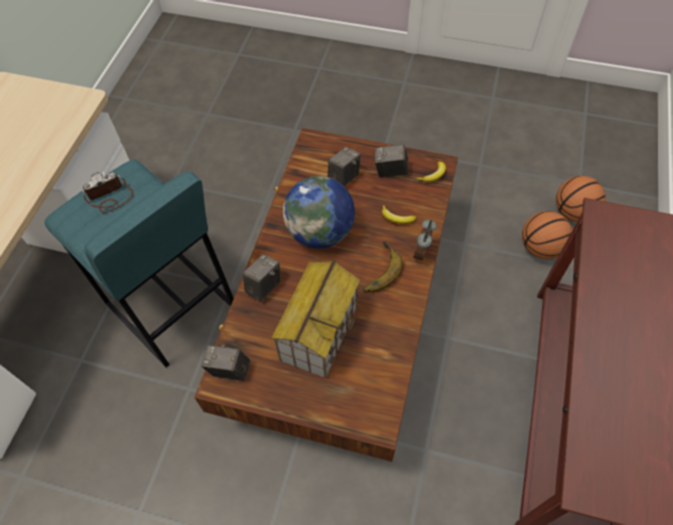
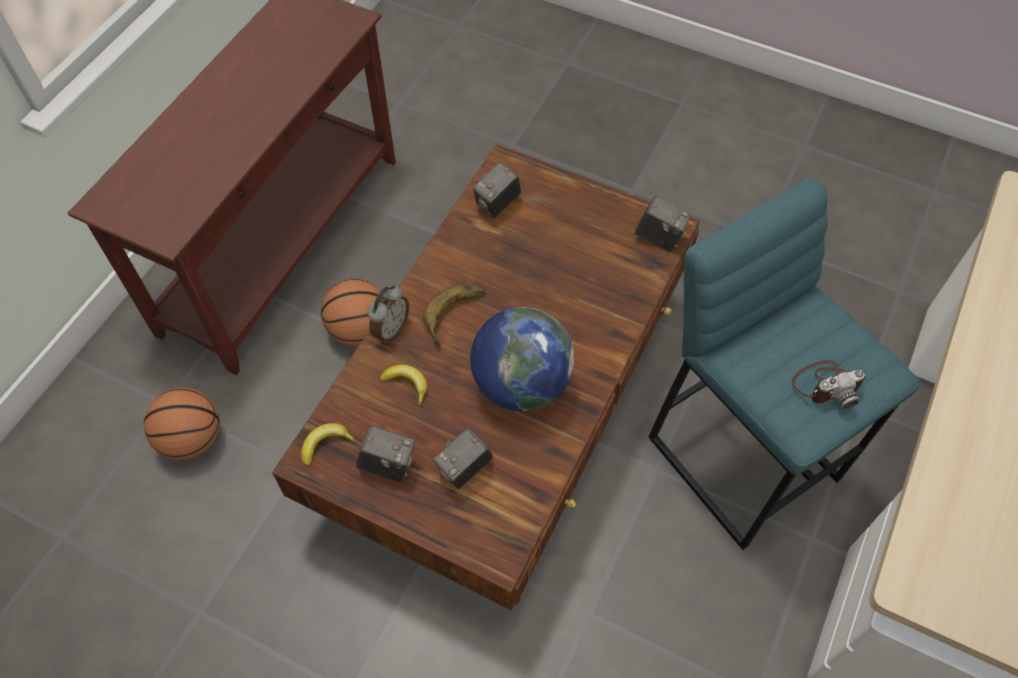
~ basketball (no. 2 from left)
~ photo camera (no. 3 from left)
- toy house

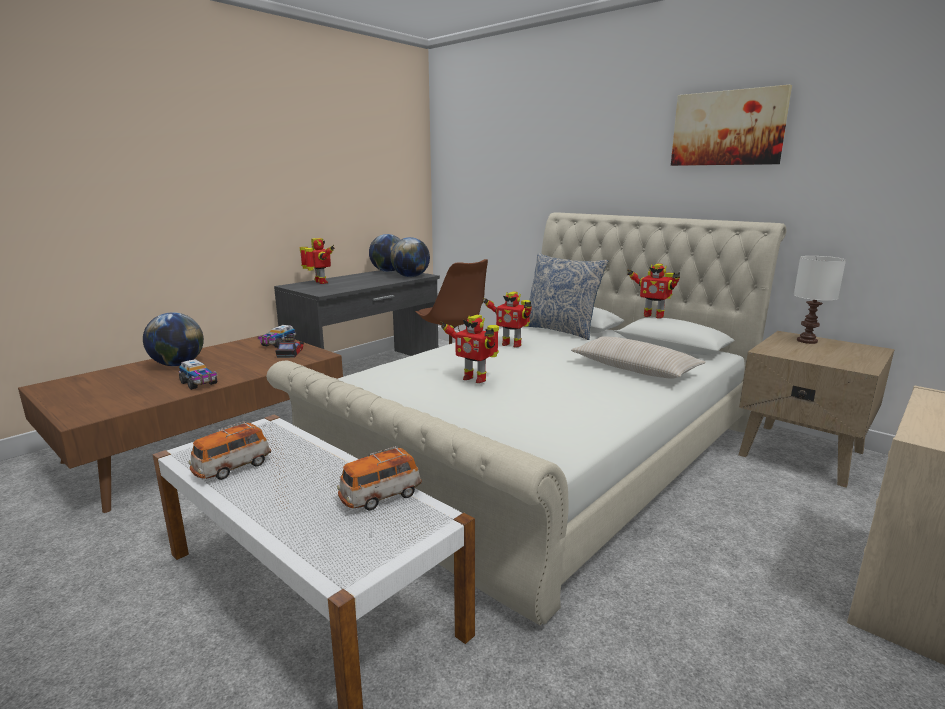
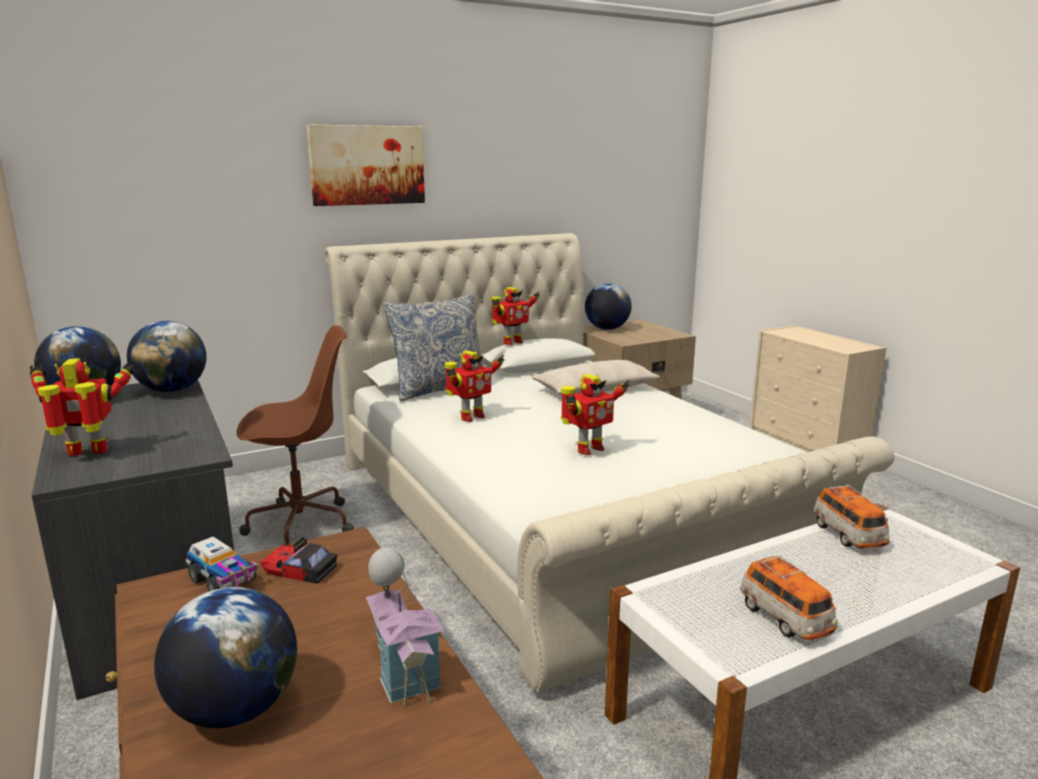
~ picture
~ white table lamp to globe (no. 4 from left)
~ toy truck (no. 1 from left) to toy house

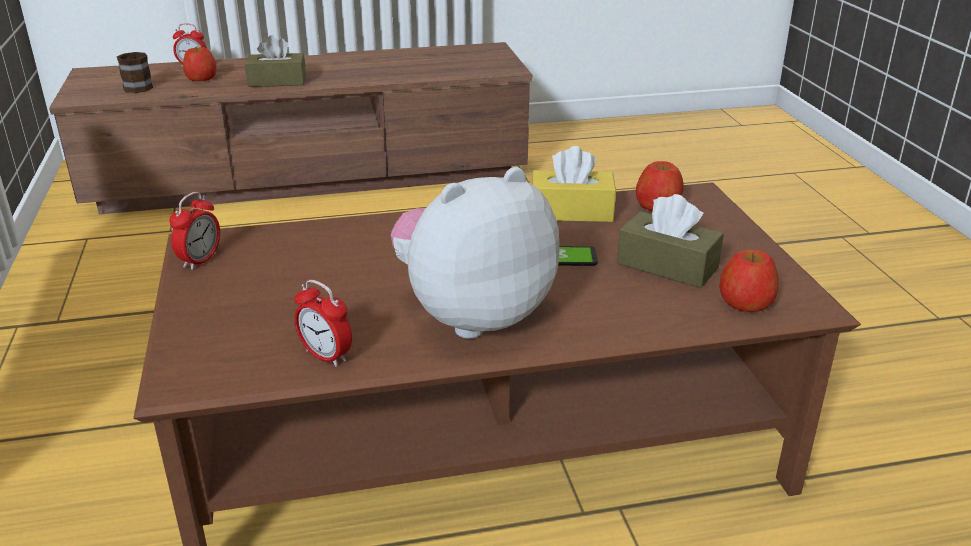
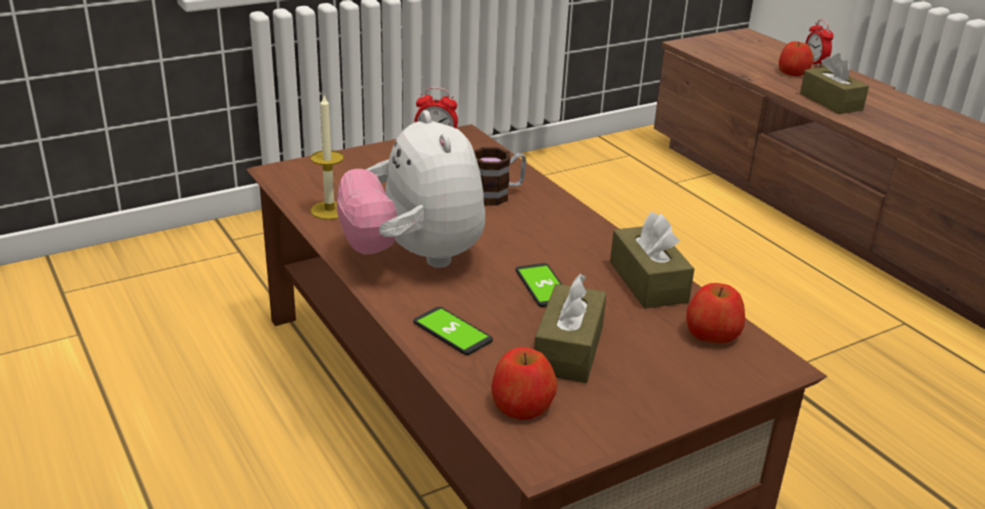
~ mug
~ yellow tissue box to brown tissue box (no. 2 from left)
~ plush toy 150 degrees counterclockwise
~ alarm clock (no. 3 from left) to candle
+ phone (no. 1 from left)

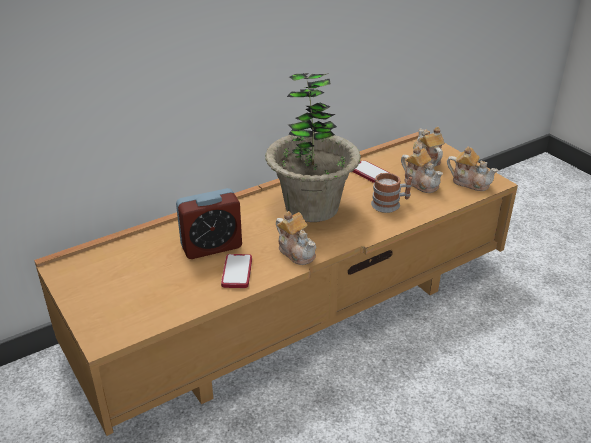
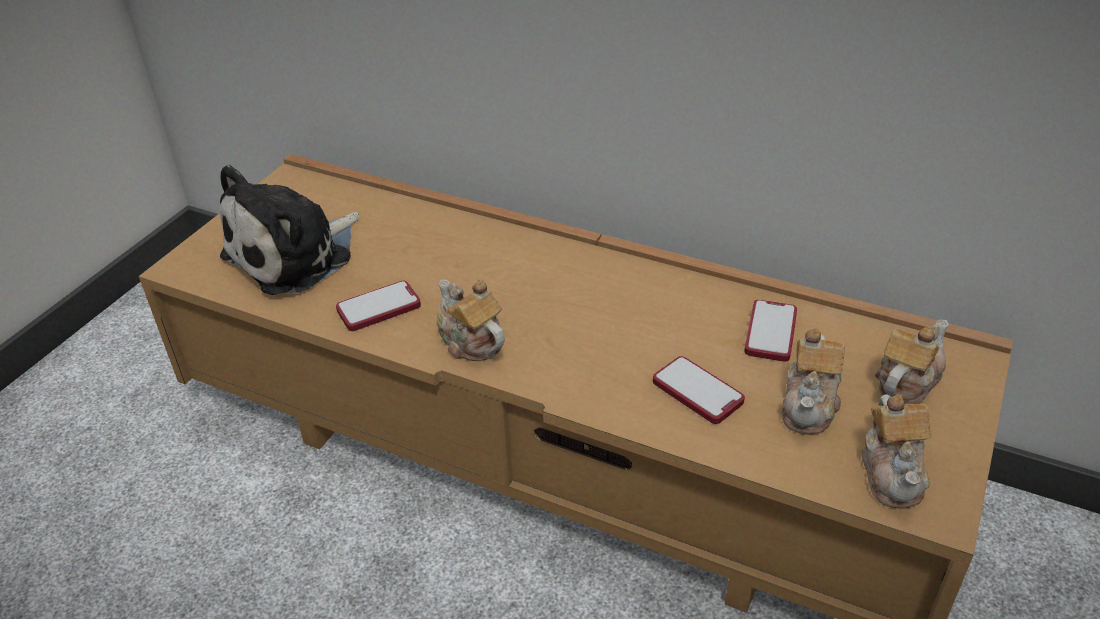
- potted plant
~ mug to phone (no. 2 from left)
- alarm clock
~ teapot (no. 1 from left) 120 degrees clockwise
+ plush toy

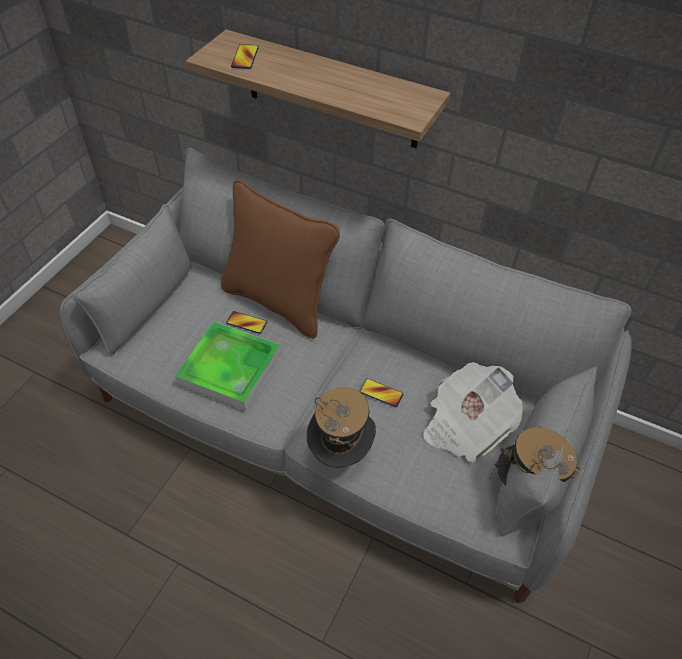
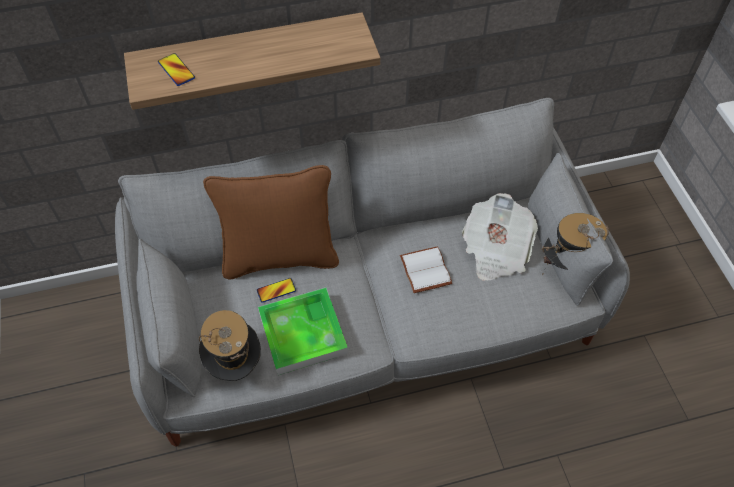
~ phone (no. 3 from left) to white book
~ hat (no. 1 from left)

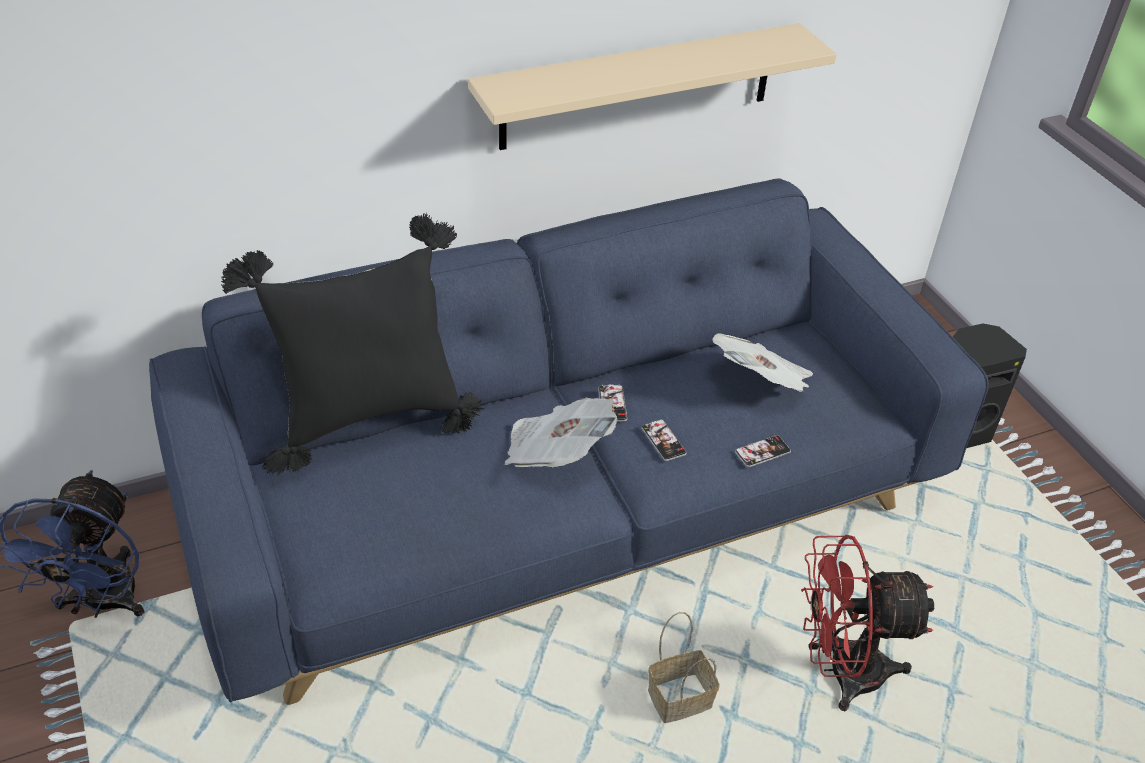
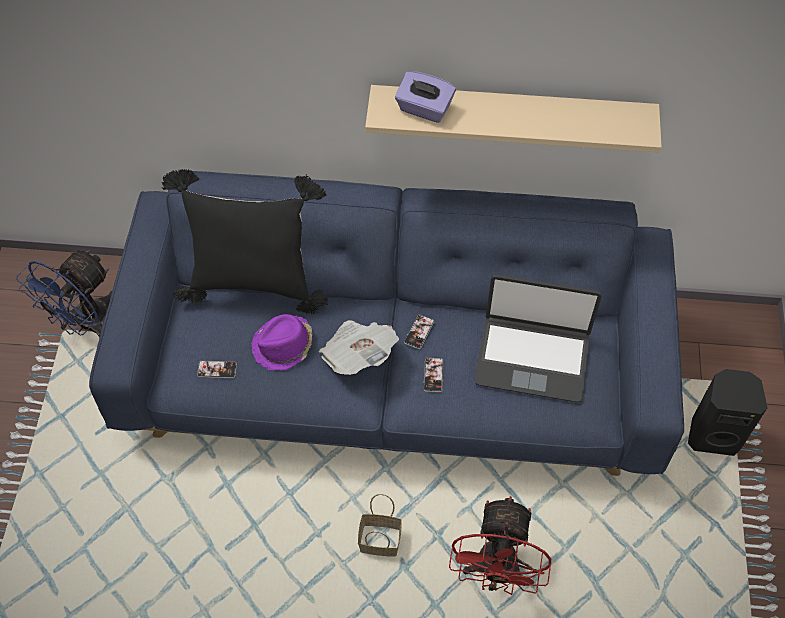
~ newspaper (no. 2 from left) to laptop
~ phone (no. 3 from left in the first image) to phone (no. 1 from left)
~ red fan 105 degrees counterclockwise
+ purple tissue box
+ purple hat

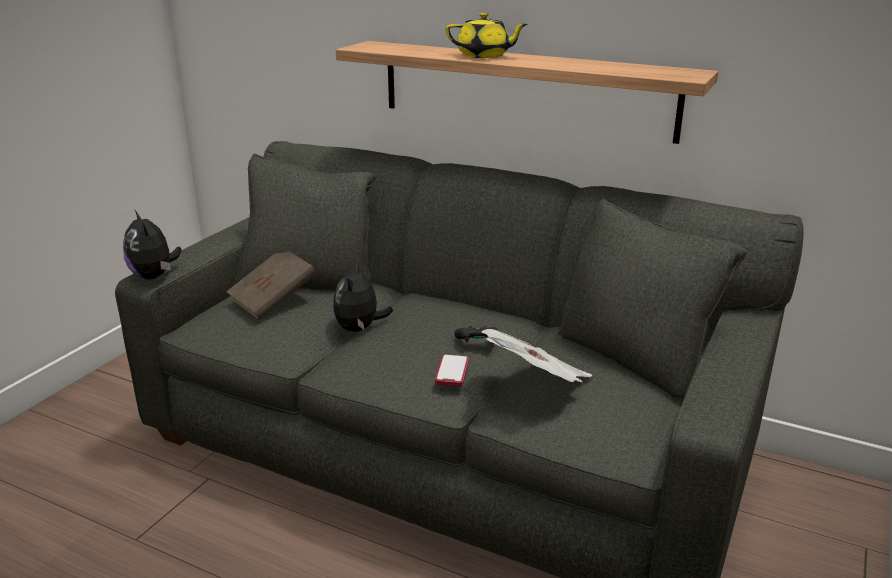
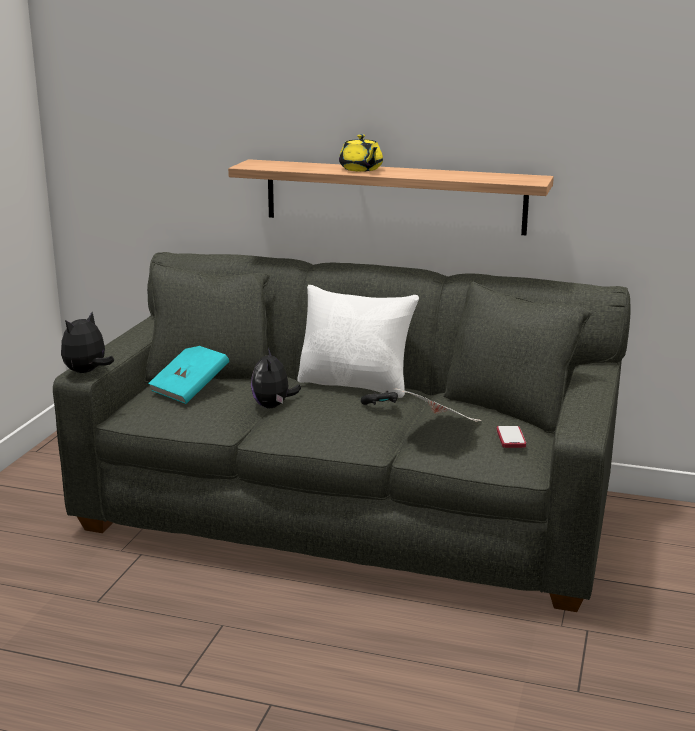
~ yellow teapot 60 degrees clockwise
~ plush toy (no. 1 from left) 75 degrees clockwise
~ brown book to turquoise book
~ phone
+ white pillow

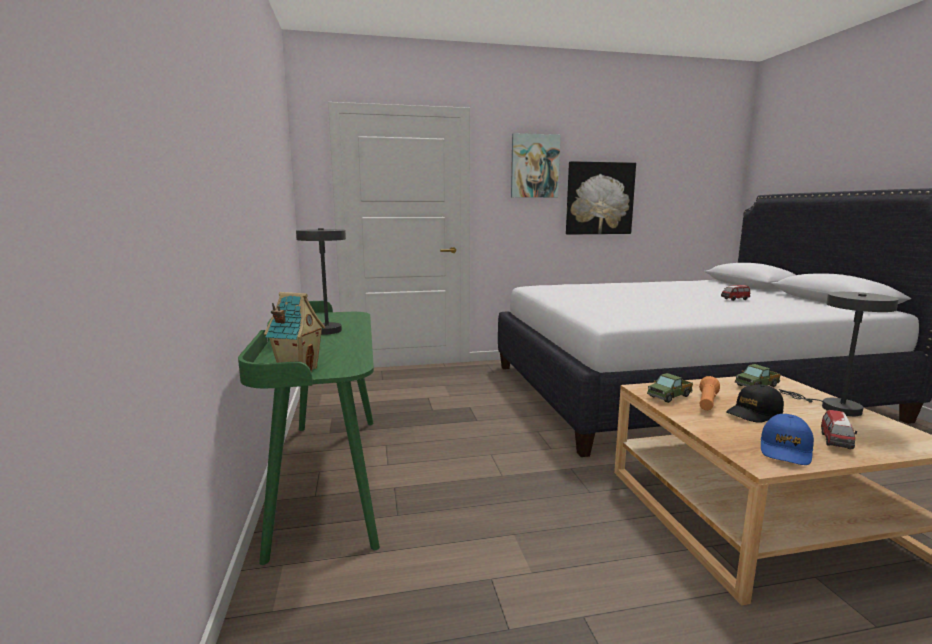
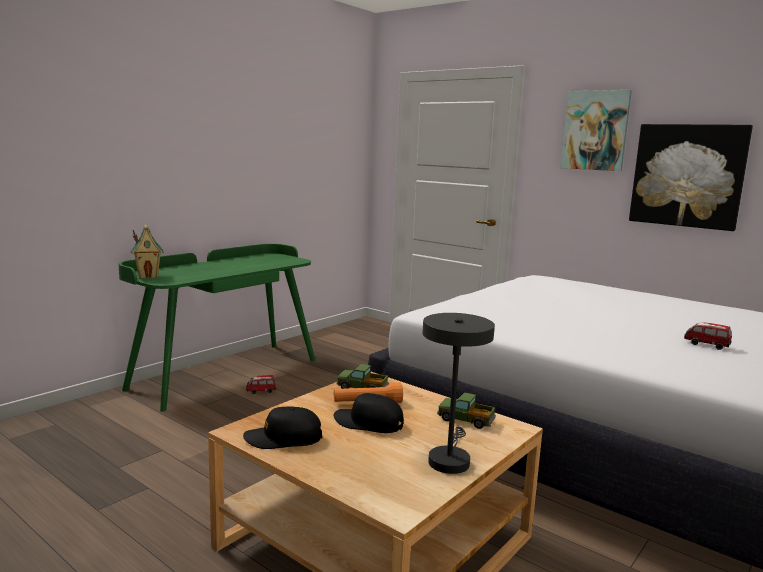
- grey table lamp (no. 1 from left)
~ toy car (no. 2 from left in the first image) to toy car (no. 1 from left)
~ blue cap to black cap (no. 1 from left)

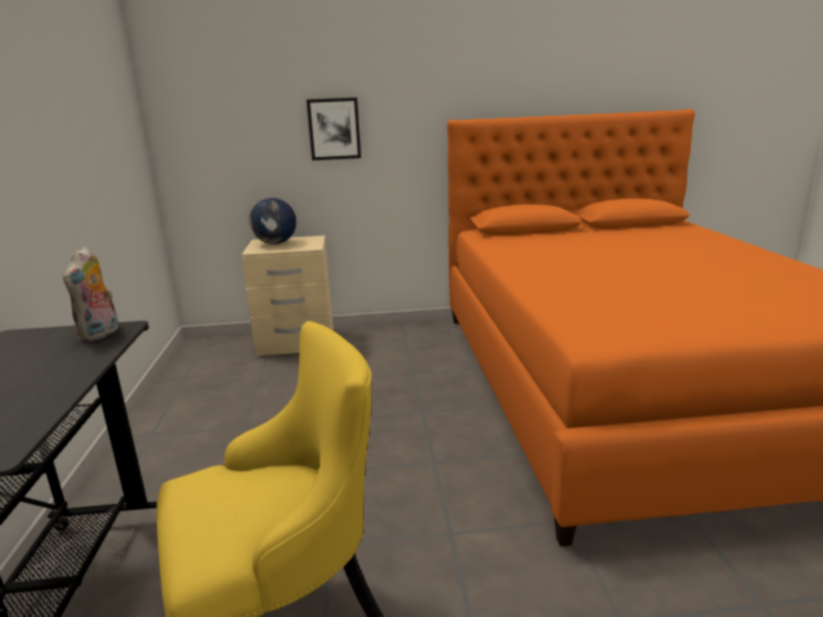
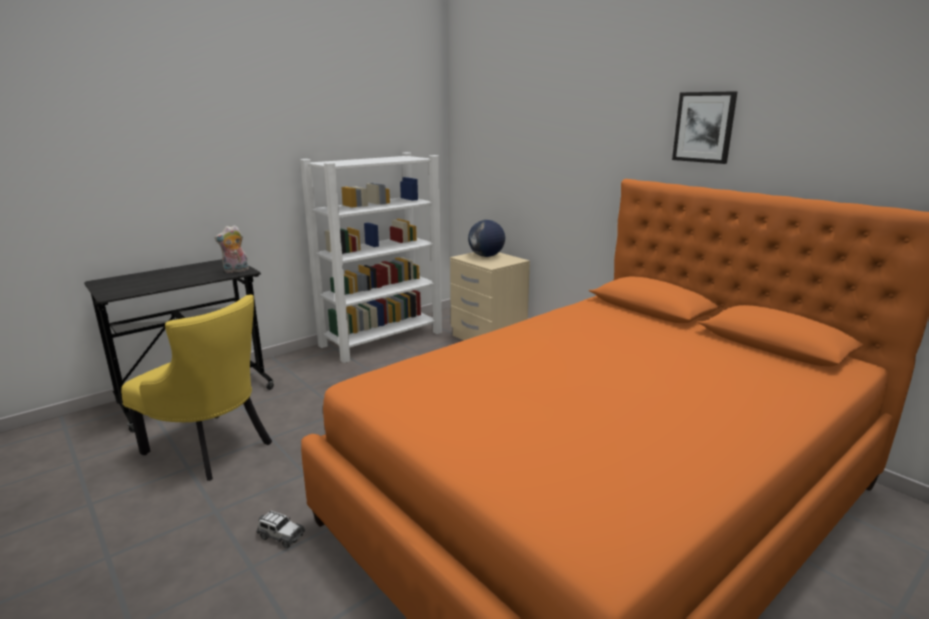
~ picture
+ white bookcase
+ toy car

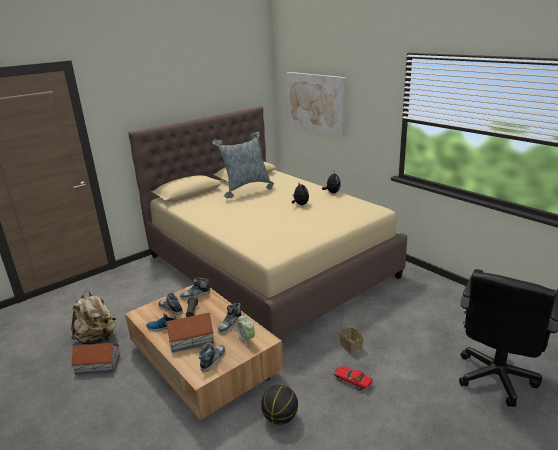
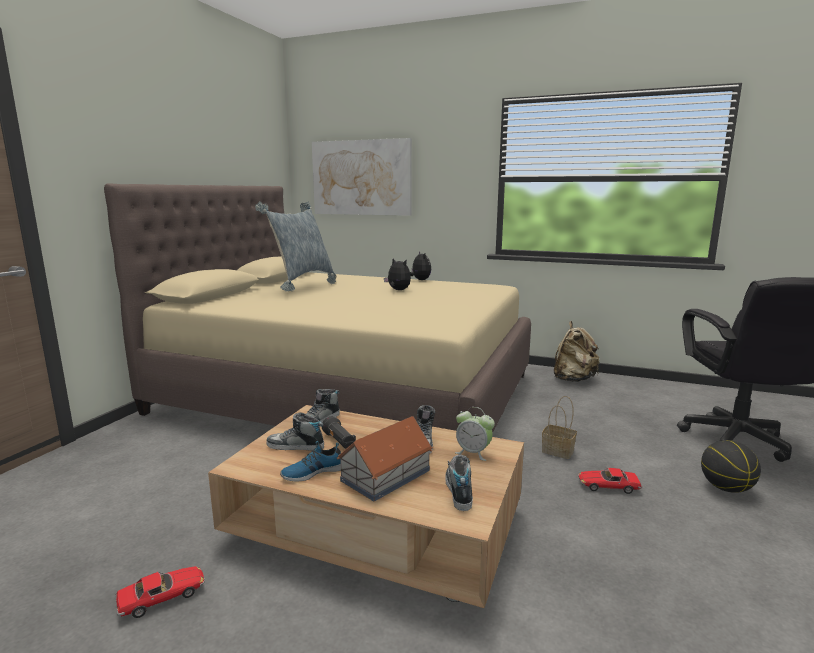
~ beige backpack
~ toy house (no. 1 from left) to toy car (no. 1 from left)
~ basketball

